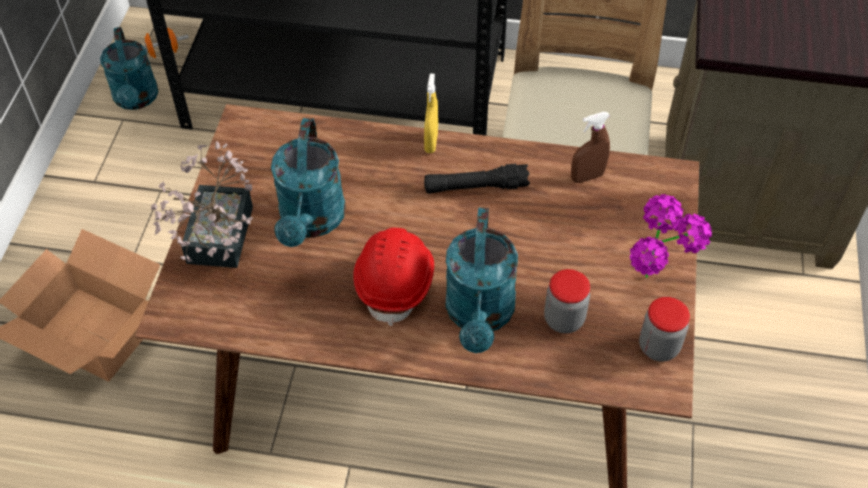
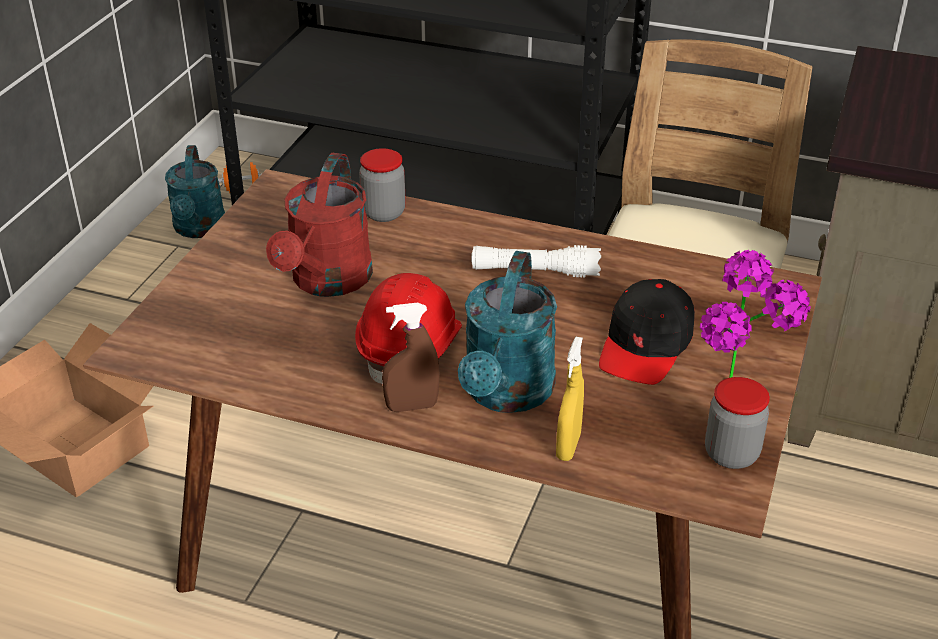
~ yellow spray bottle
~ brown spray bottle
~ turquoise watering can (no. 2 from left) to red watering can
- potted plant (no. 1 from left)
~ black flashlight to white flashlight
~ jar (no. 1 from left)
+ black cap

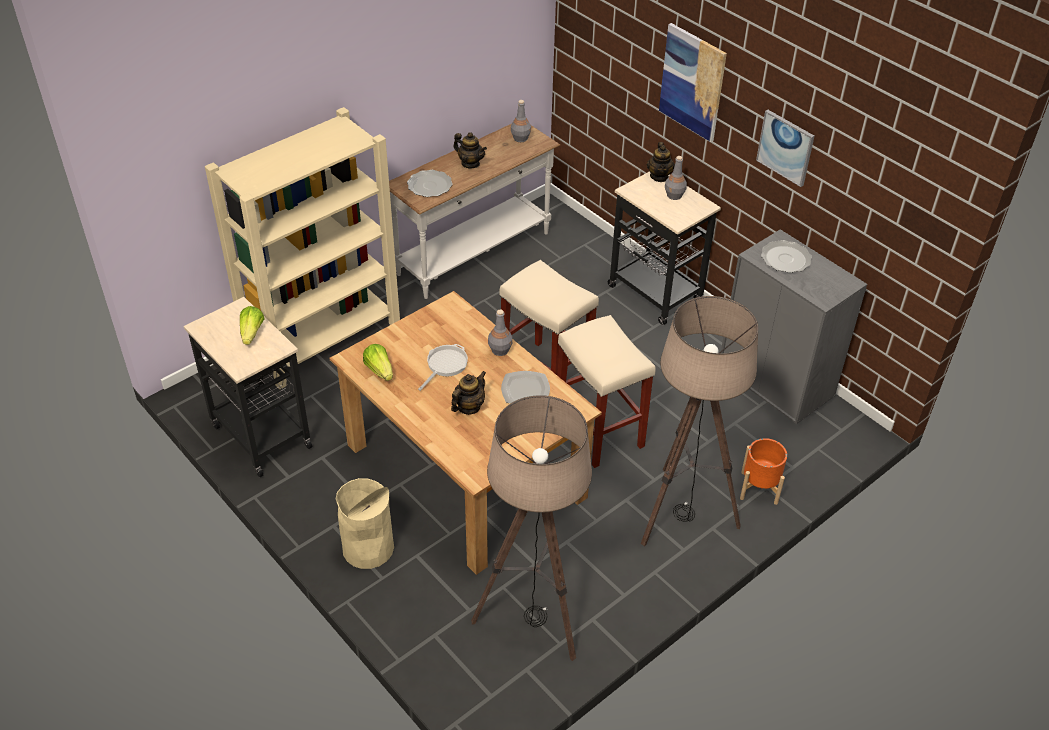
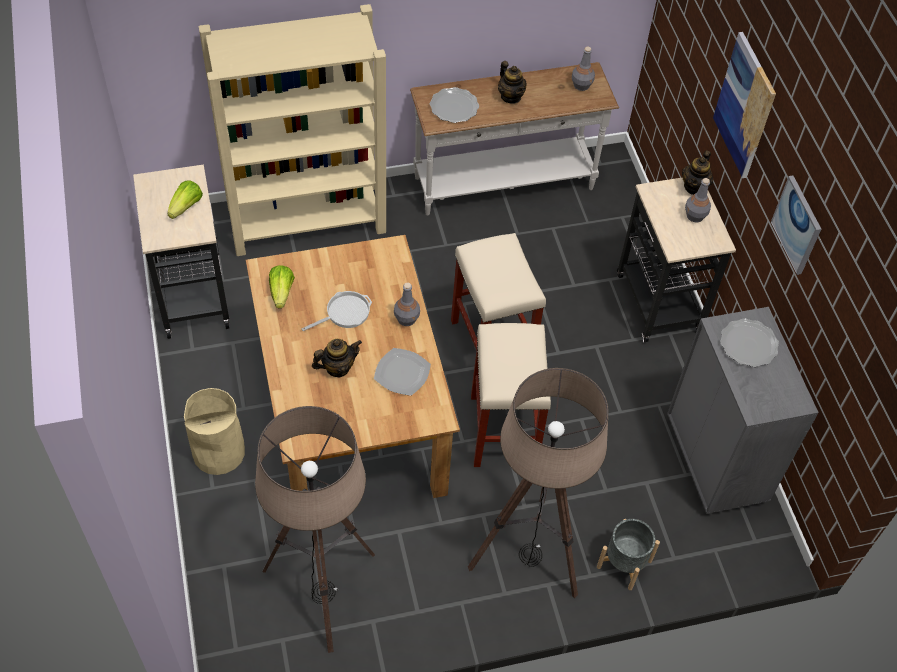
~ orange planter to grey planter

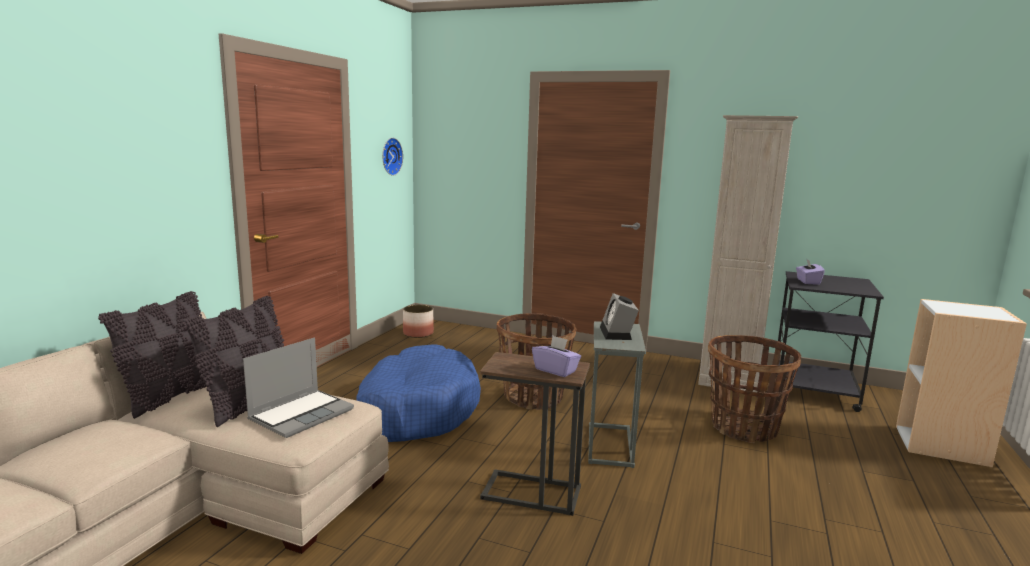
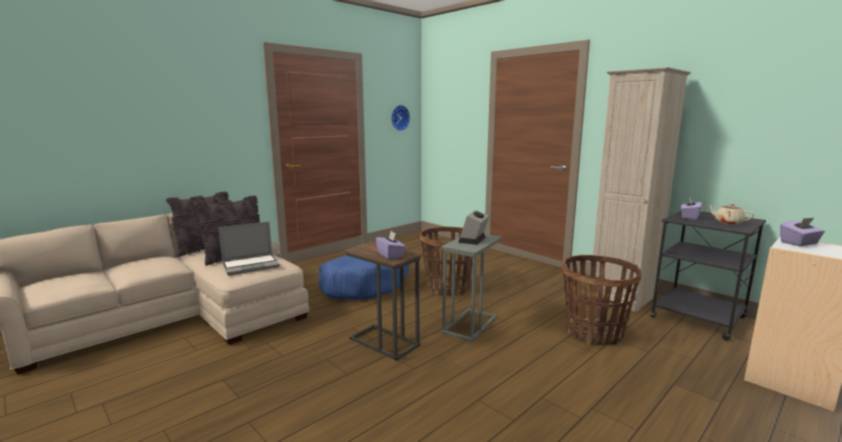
- planter
+ beige teapot
+ purple tissue box (no. 3 from left)

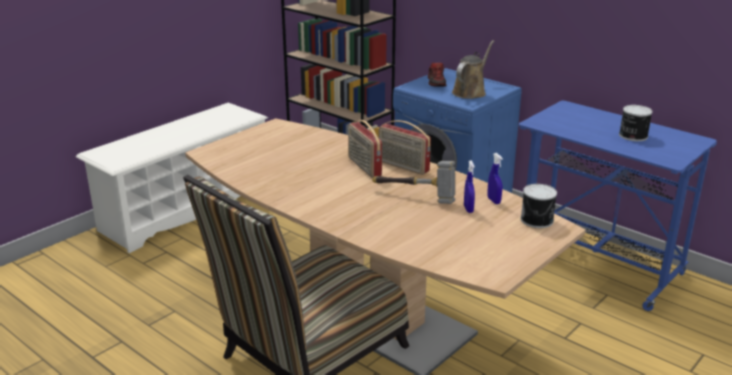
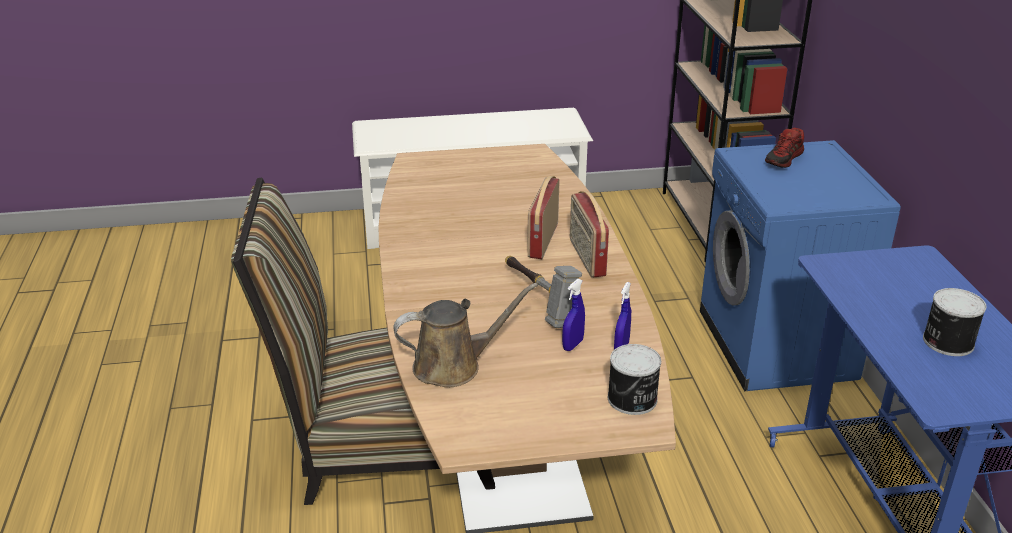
~ brown watering can

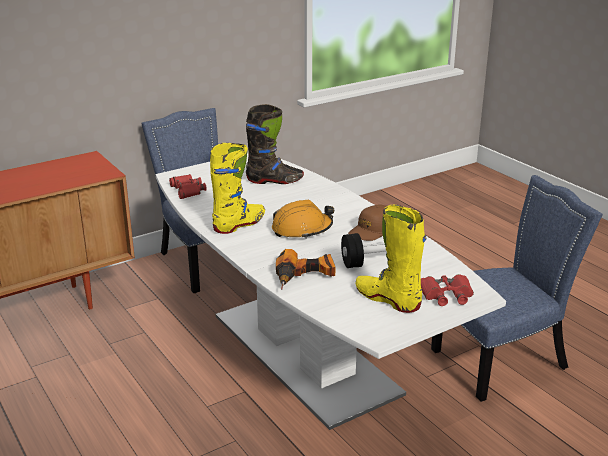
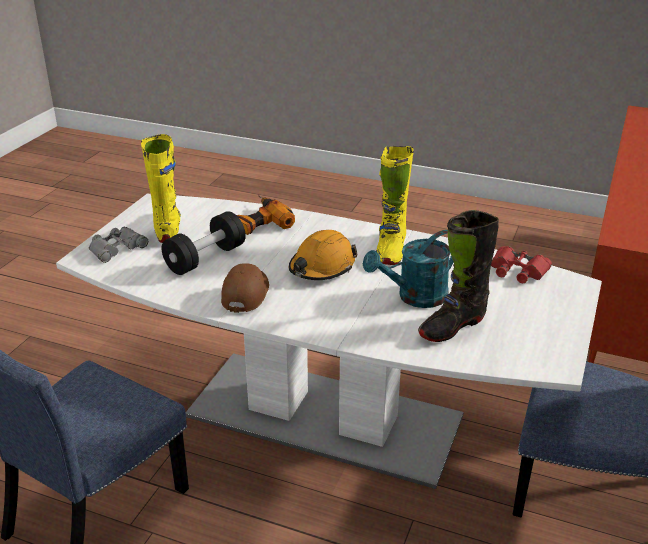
~ yellow boot (no. 2 from left in the first image) 105 degrees counterclockwise
~ red binoculars (no. 2 from left) to grey binoculars
+ turquoise watering can

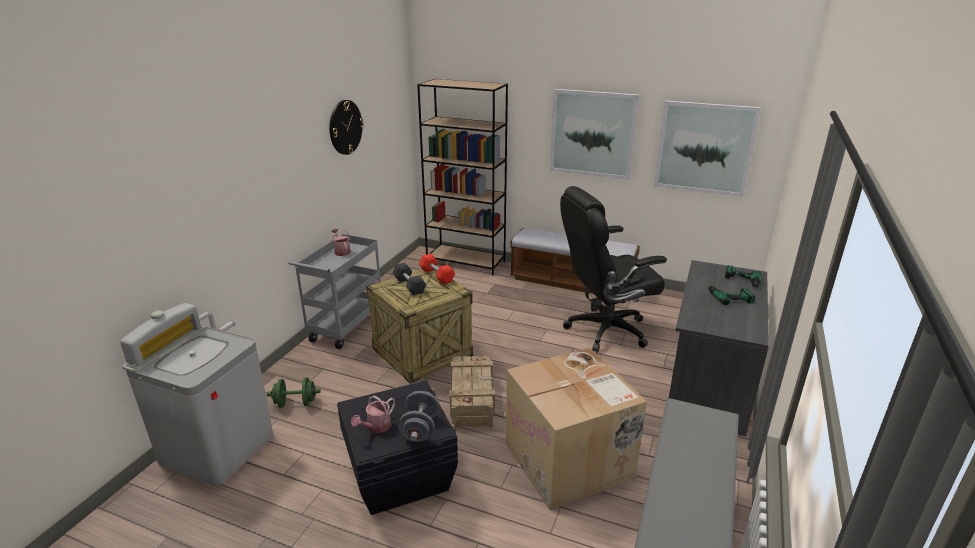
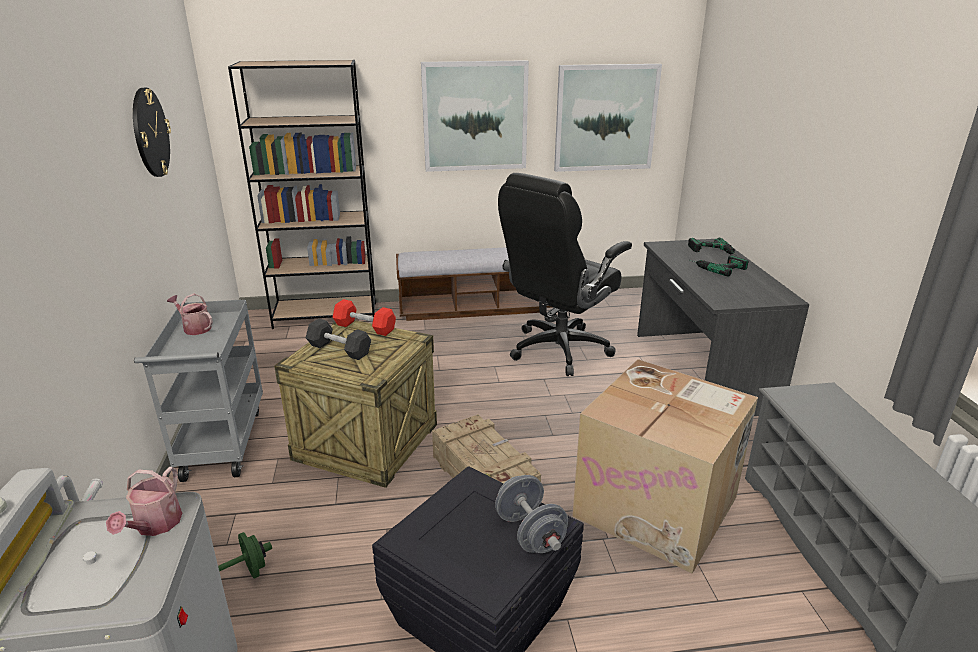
~ watering can (no. 2 from left in the first image) to watering can (no. 1 from left)

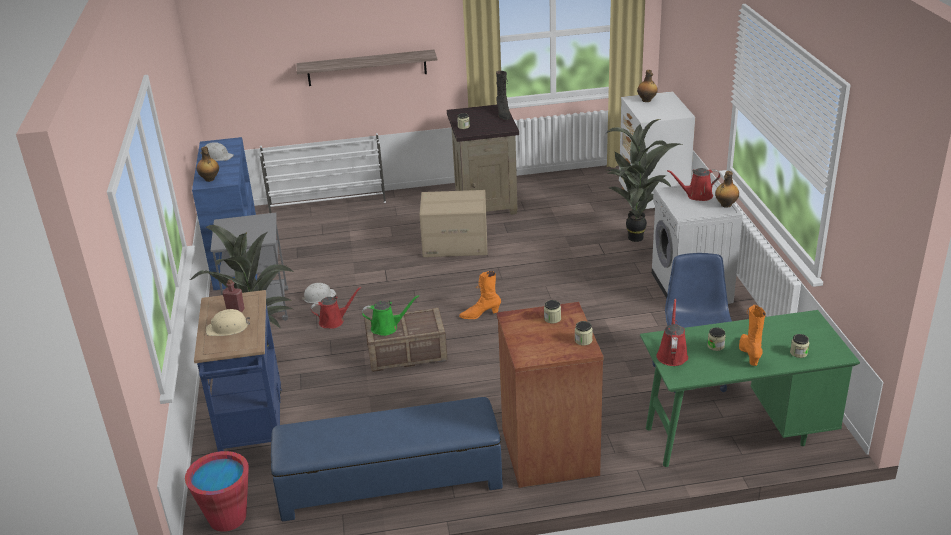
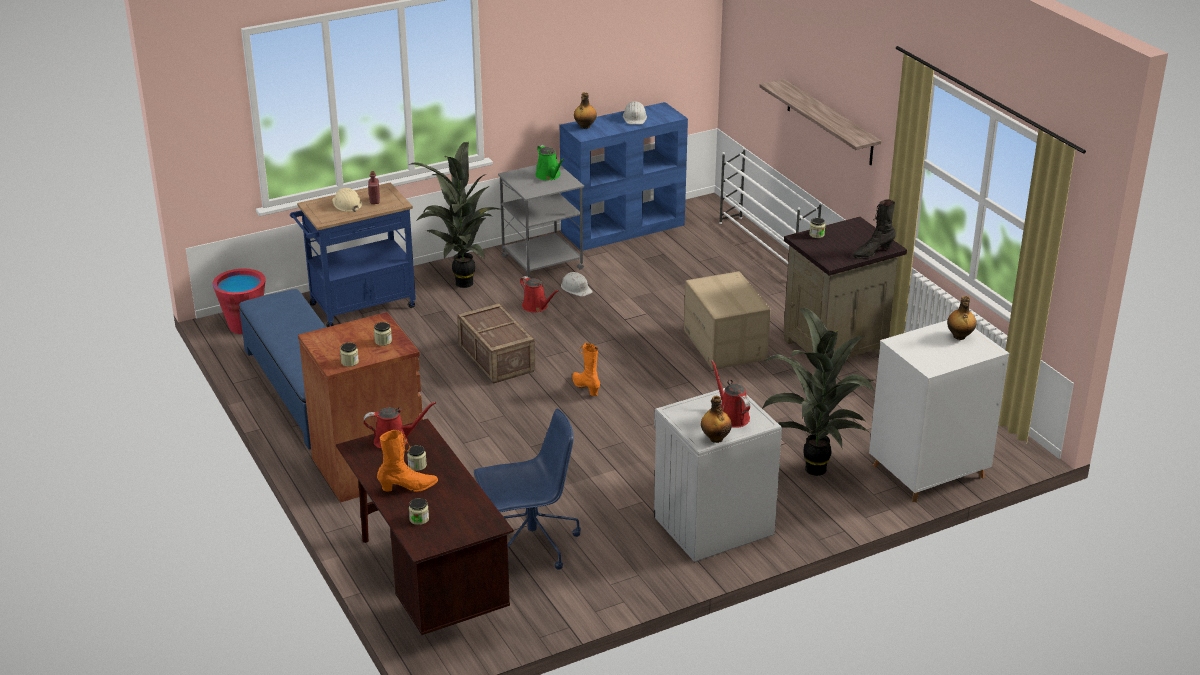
~ green watering can
~ green desk to brown desk

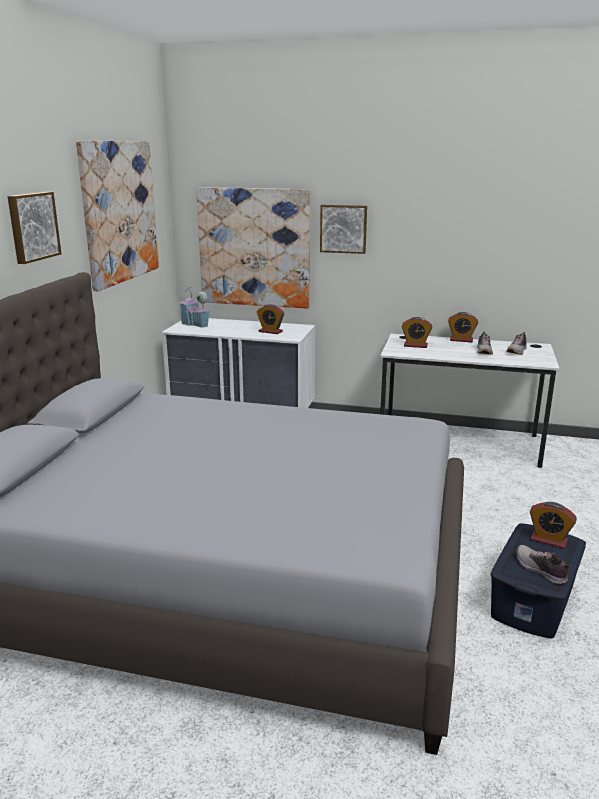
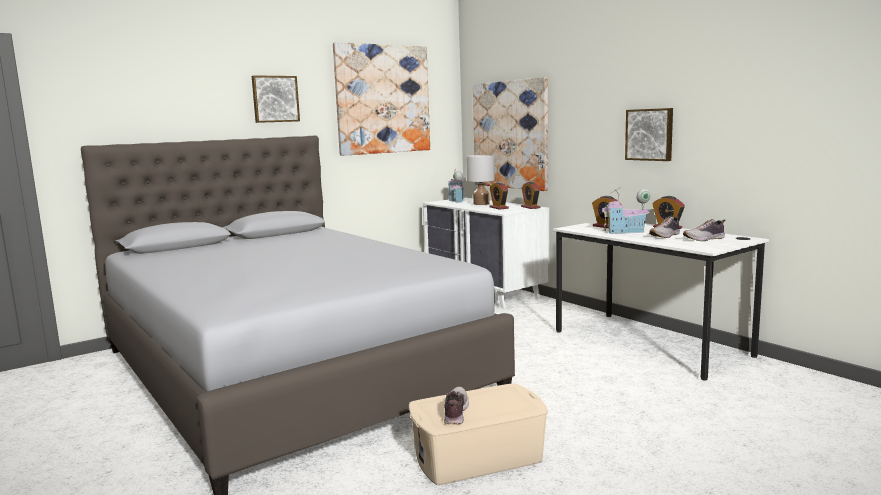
~ picture (no. 4 from left)
~ alarm clock (no. 4 from left in the first image) to alarm clock (no. 2 from left)
~ blue storage box to beige storage box
+ grey table lamp
+ toy house (no. 2 from left)

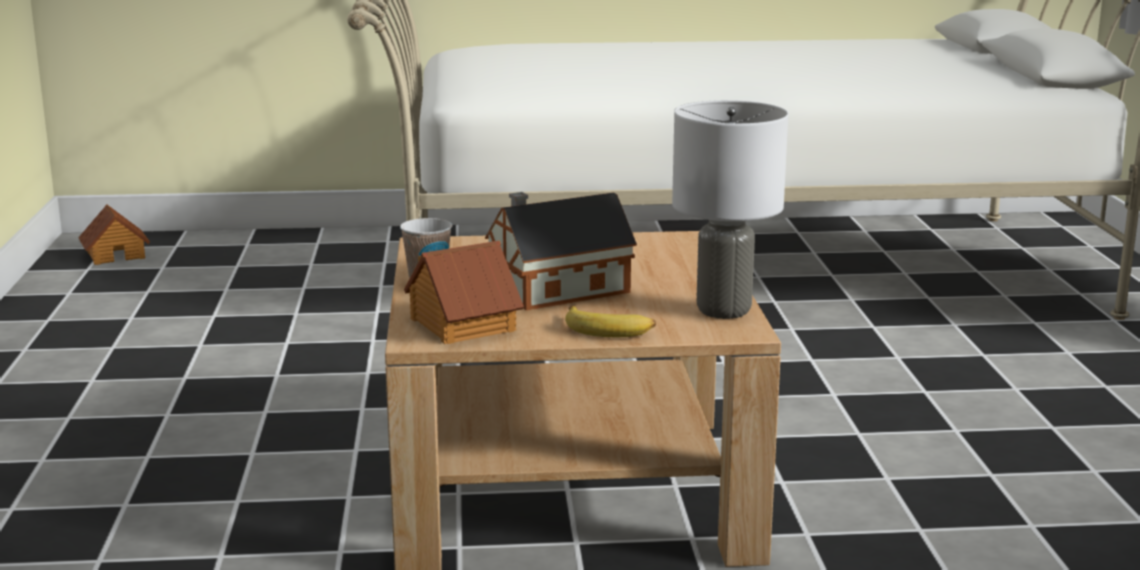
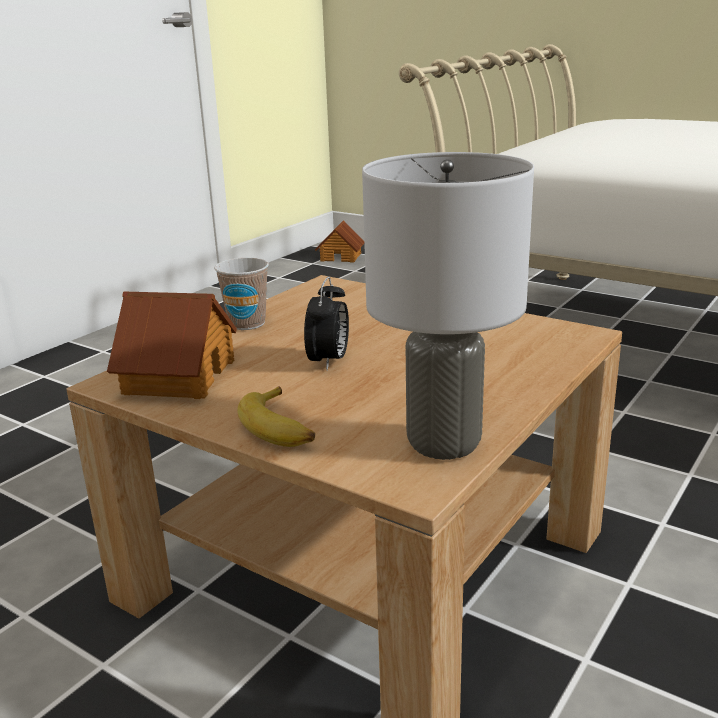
~ toy house (no. 3 from left) to alarm clock

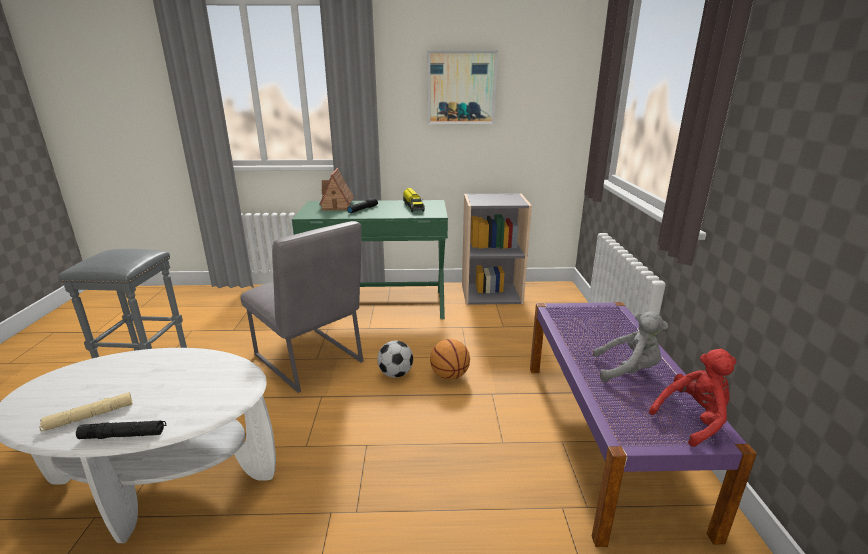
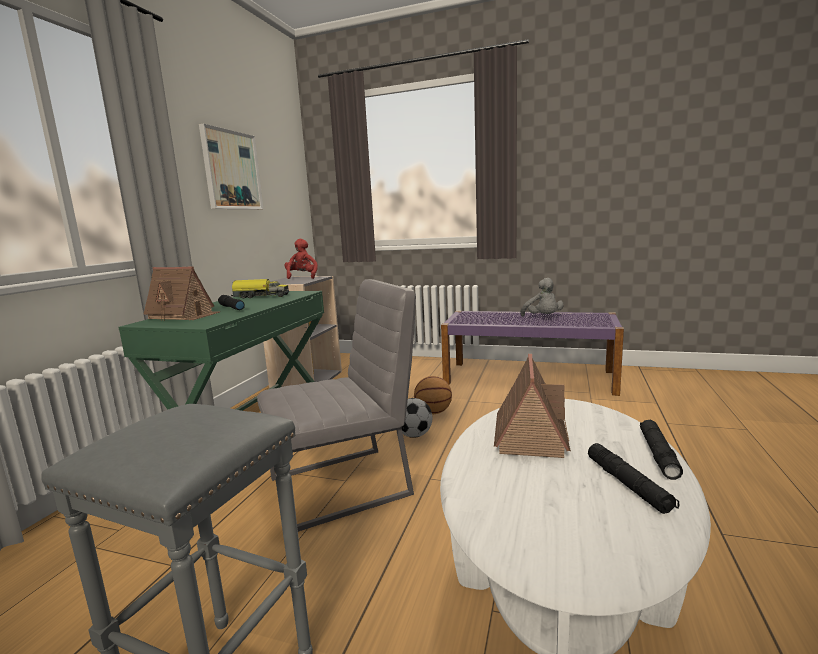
~ grey plush toy 135 degrees clockwise
~ red plush toy
~ beige flashlight to black flashlight (no. 2 from left)
+ toy house (no. 2 from left)

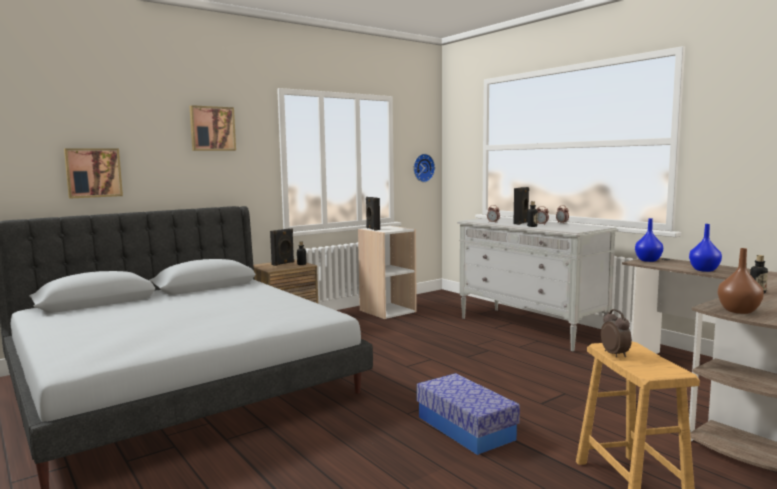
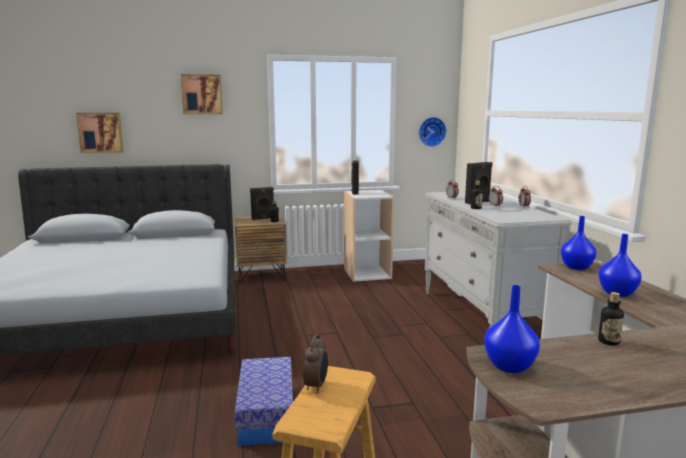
~ brown vase to blue vase (no. 1 from left)

